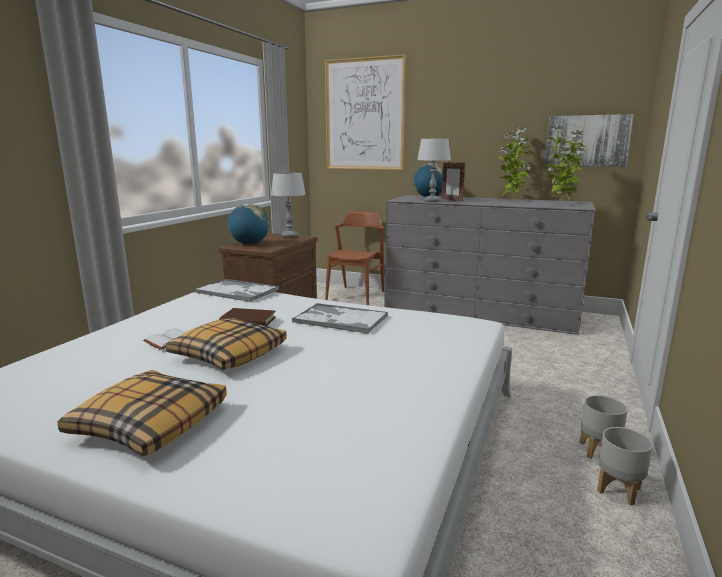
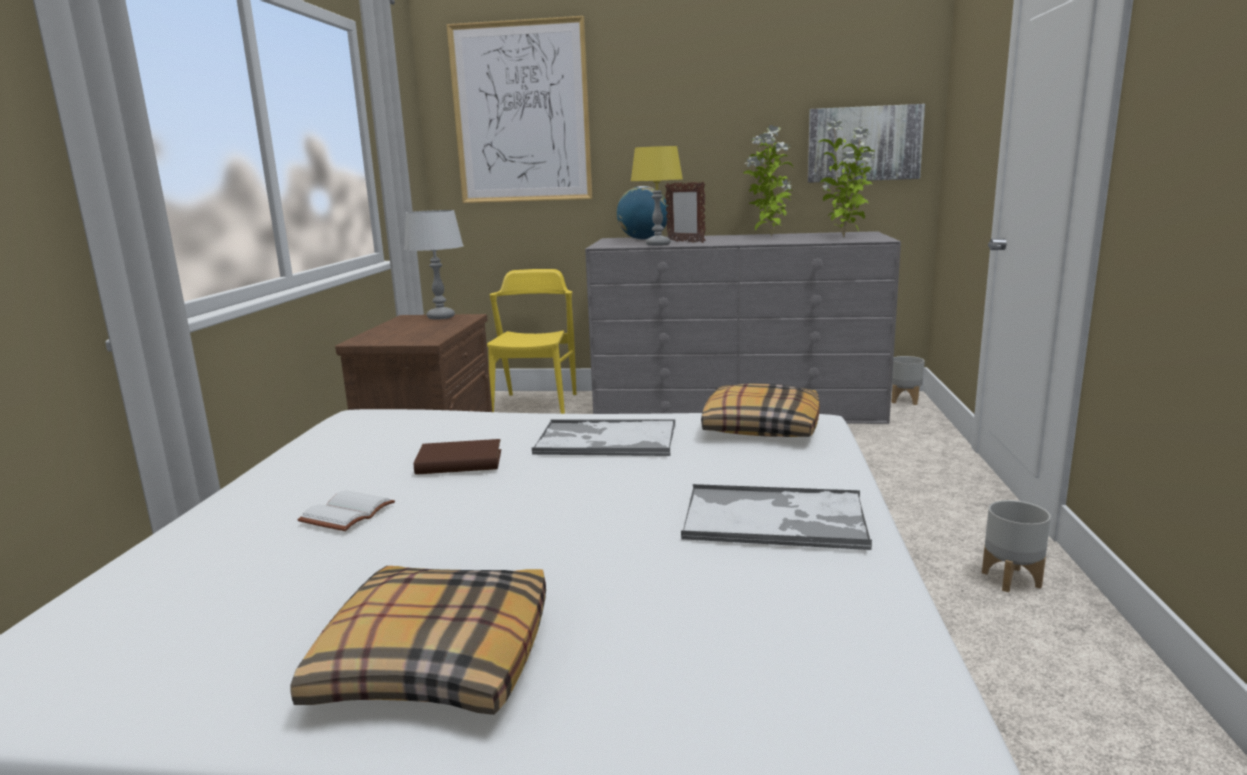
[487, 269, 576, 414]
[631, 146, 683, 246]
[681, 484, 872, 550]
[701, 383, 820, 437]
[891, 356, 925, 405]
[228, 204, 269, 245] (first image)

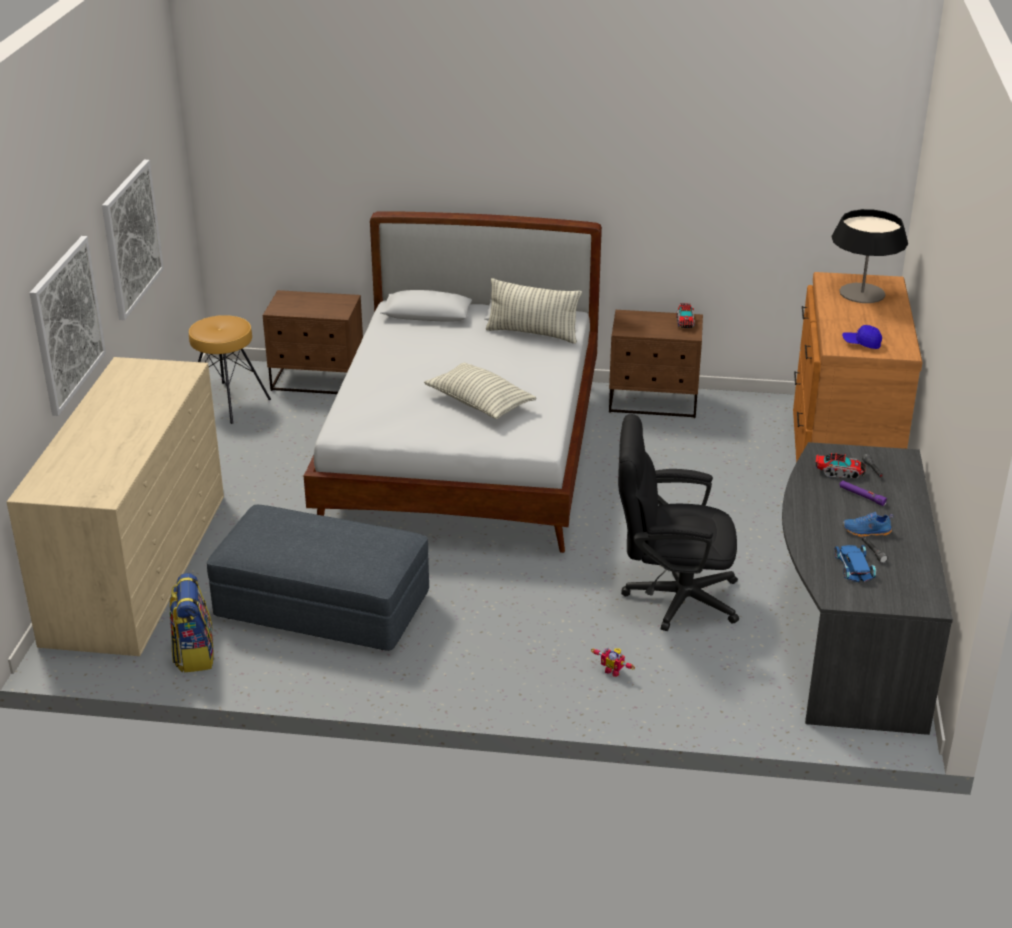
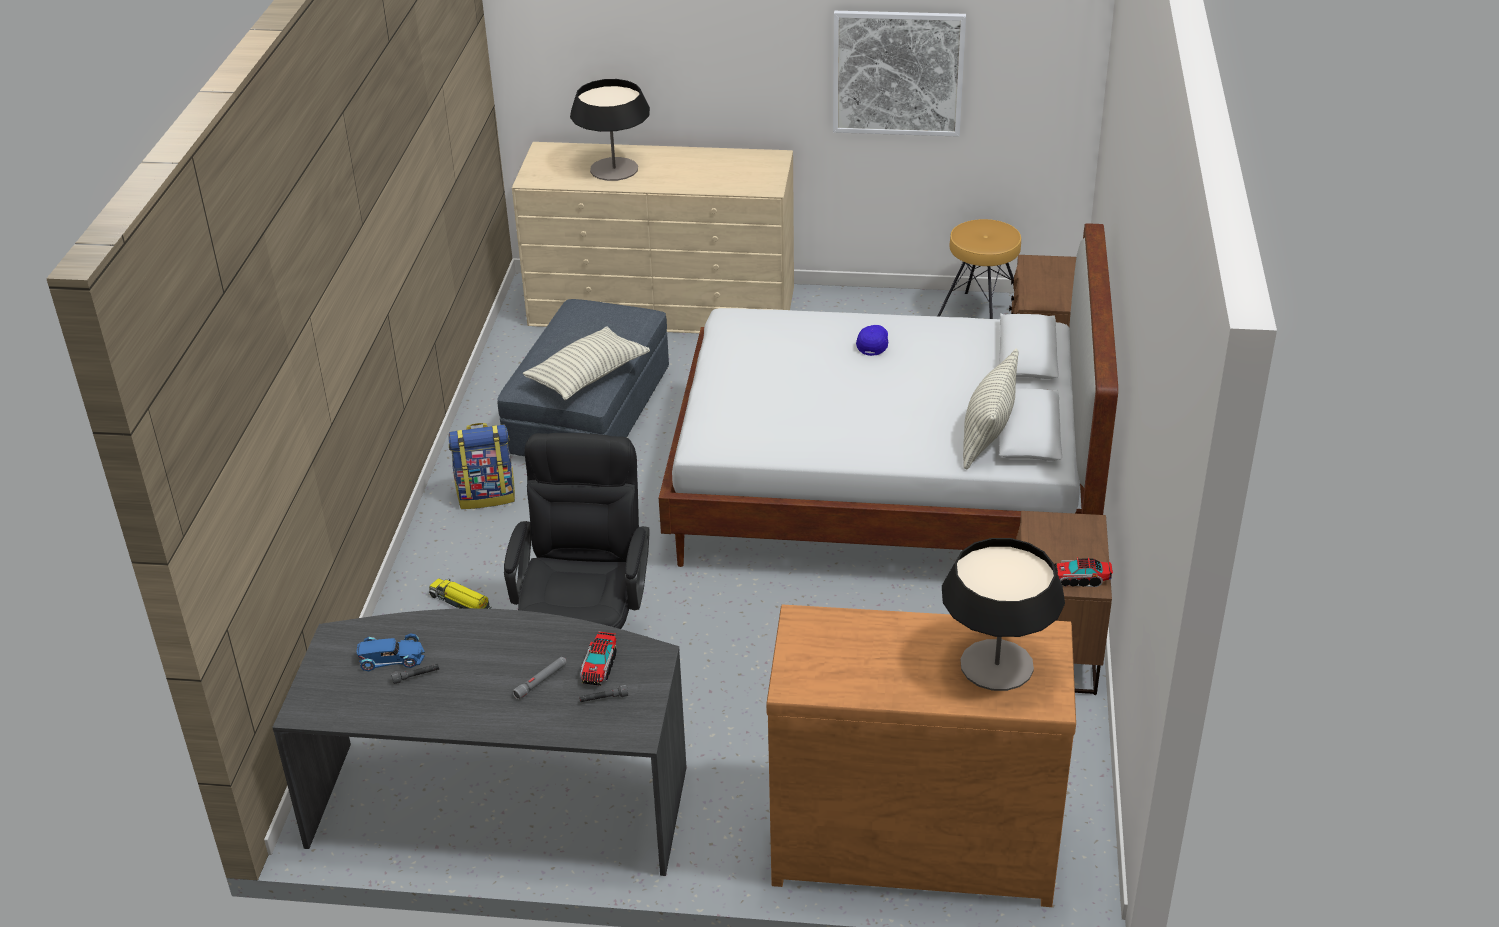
[429, 578, 491, 609]
[448, 423, 515, 509]
[512, 657, 566, 700]
[523, 326, 650, 400]
[570, 79, 650, 181]
[856, 325, 888, 356]
[30, 236, 106, 416] (first image)
[843, 512, 893, 537] (first image)

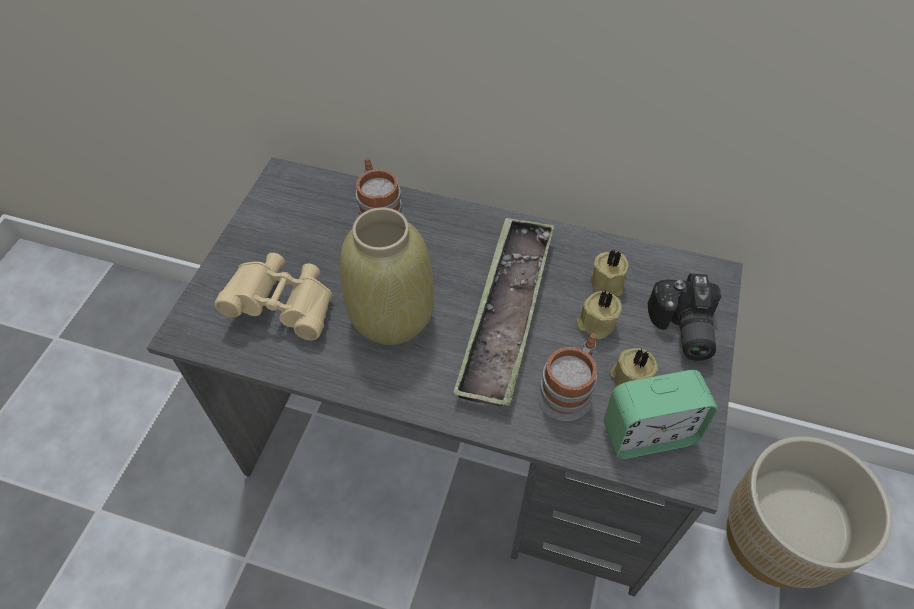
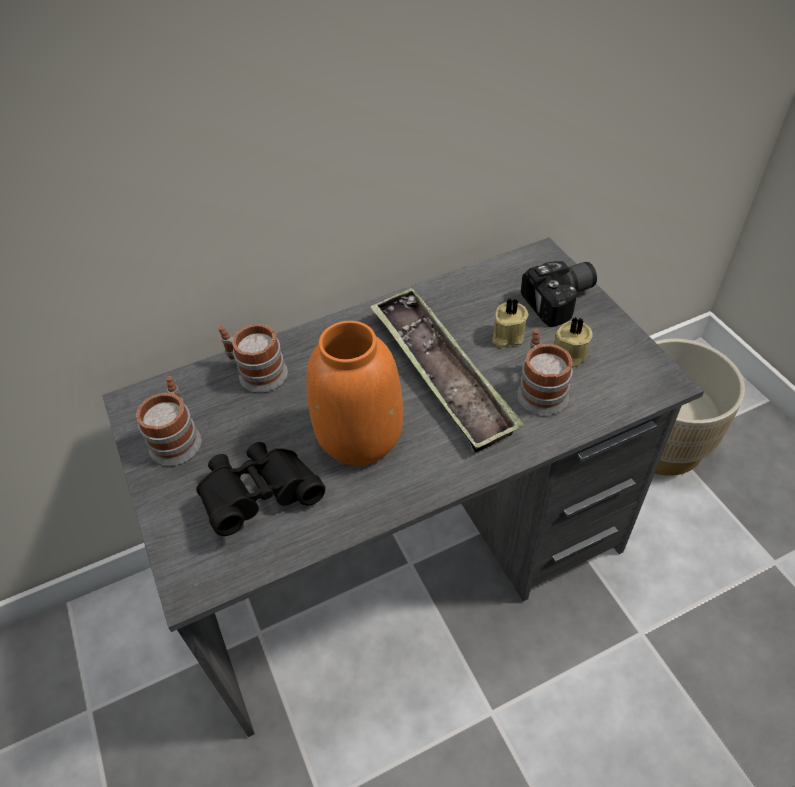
[136, 376, 201, 465]
[196, 442, 325, 536]
[306, 321, 403, 466]
[521, 261, 597, 327]
[591, 250, 629, 296] (first image)
[603, 370, 718, 459] (first image)

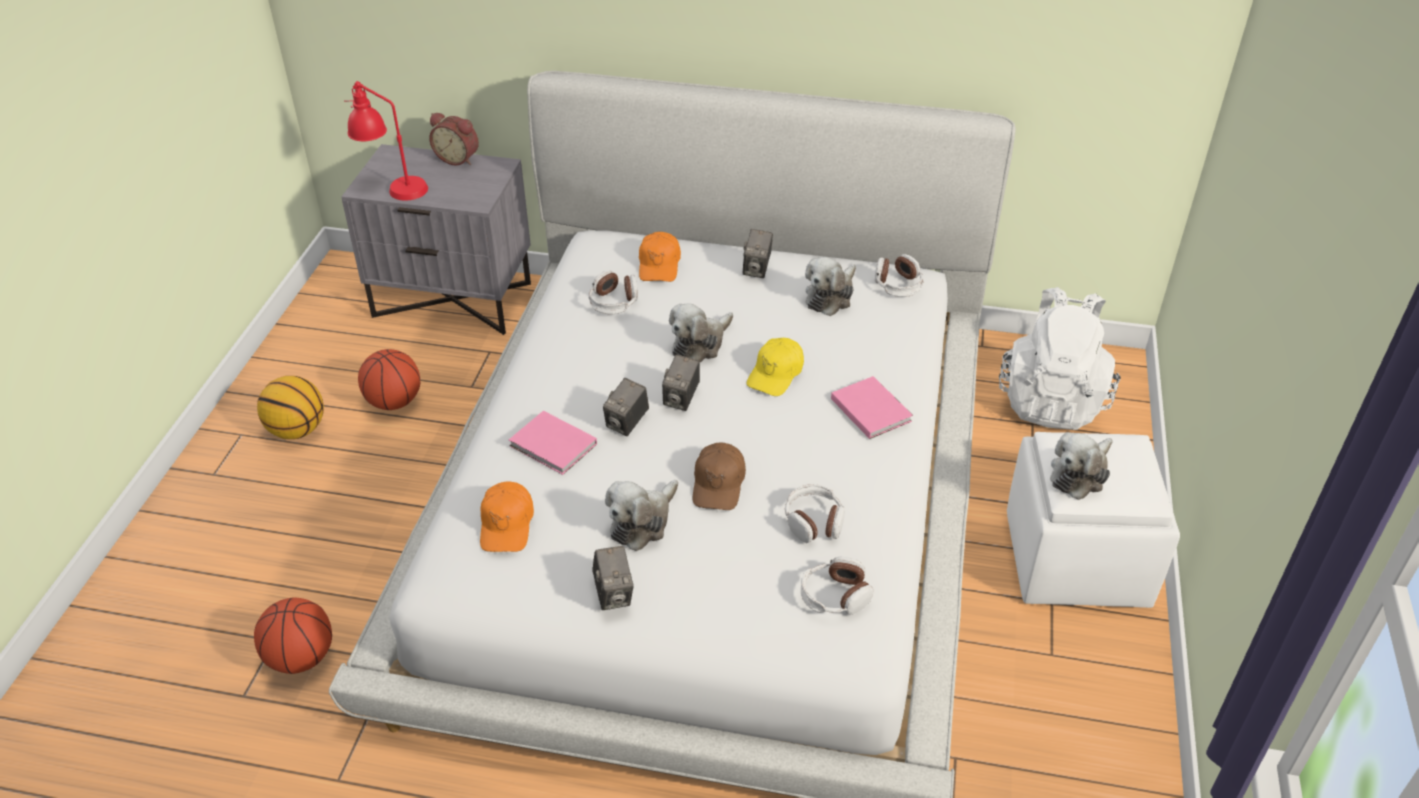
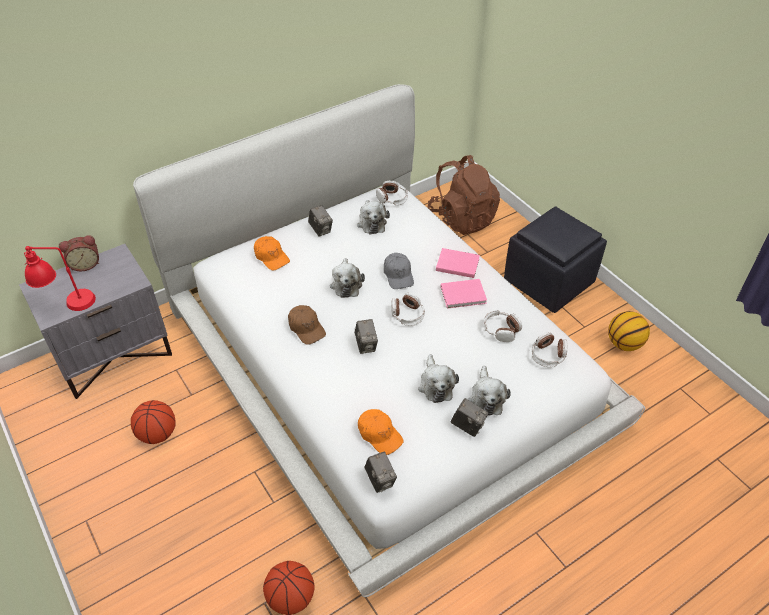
[288, 305, 326, 345]
[365, 452, 397, 493]
[384, 253, 414, 289]
[391, 293, 425, 326]
[427, 155, 500, 235]
[441, 279, 487, 309]
[468, 366, 511, 416]
[504, 206, 607, 313]
[608, 311, 650, 351]

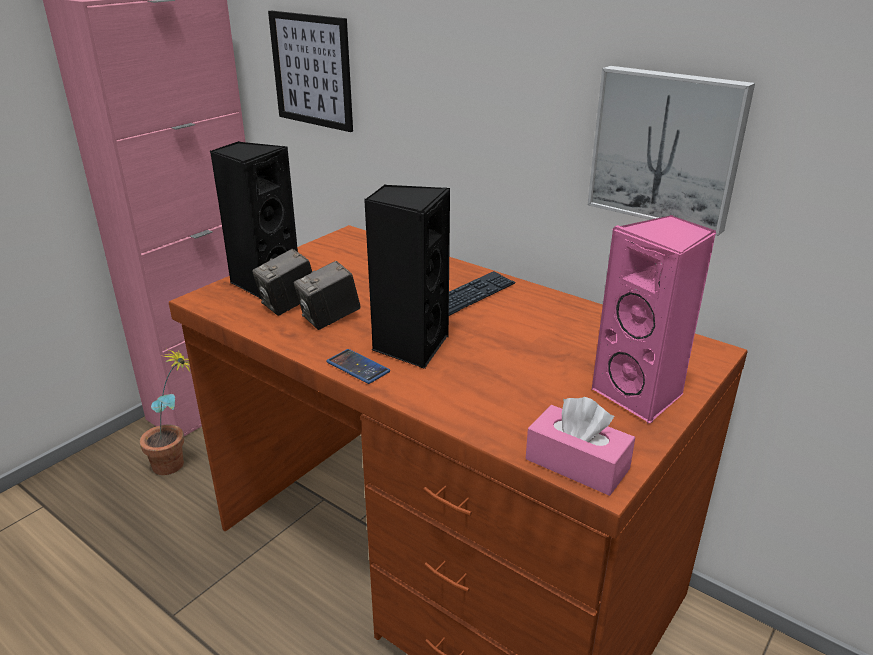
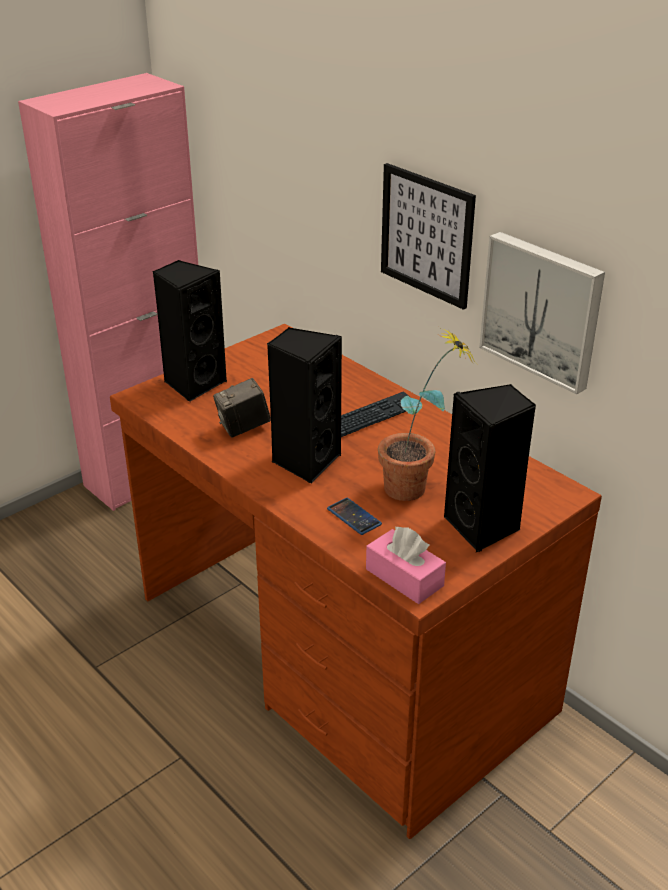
[327, 498, 382, 535]
[378, 326, 477, 501]
[381, 163, 476, 310]
[444, 384, 536, 552]
[252, 249, 312, 316] (first image)

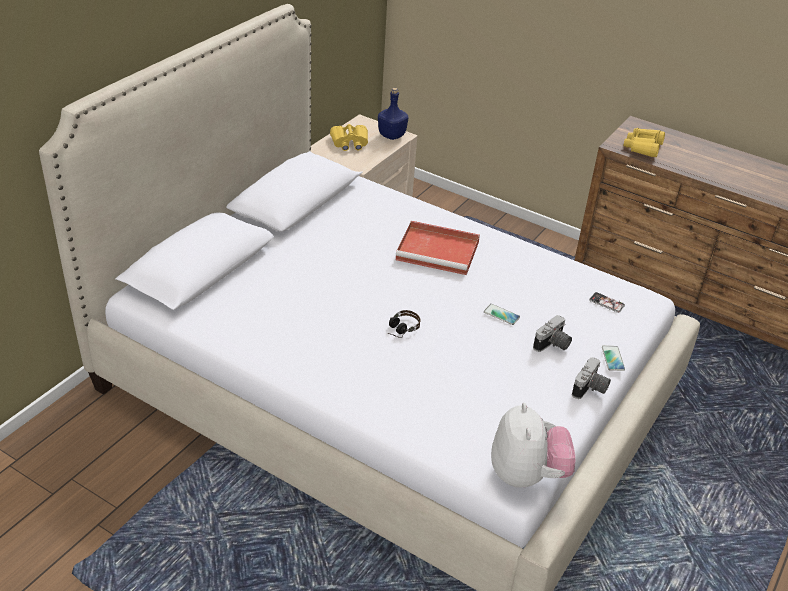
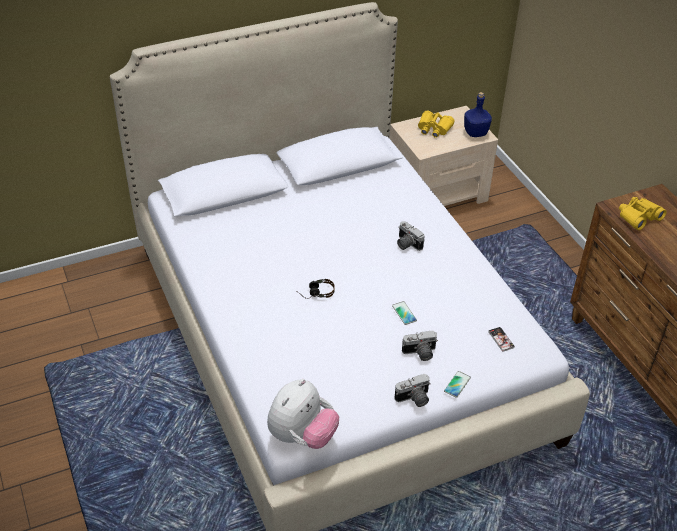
[397, 221, 425, 251]

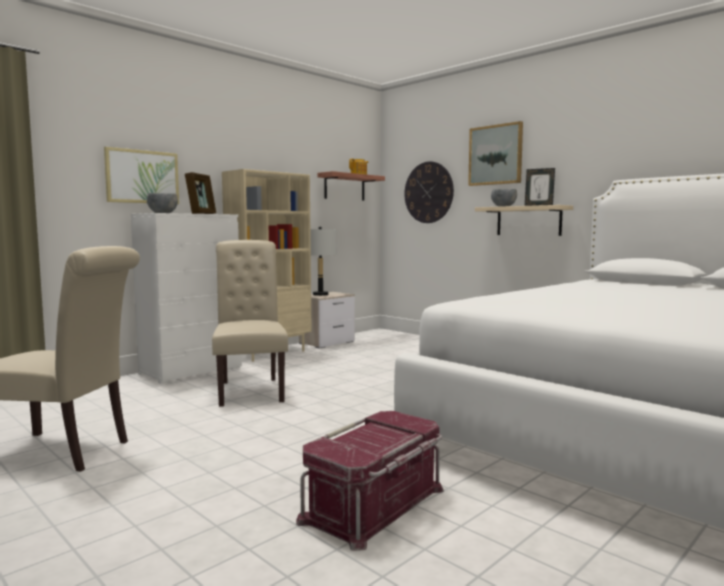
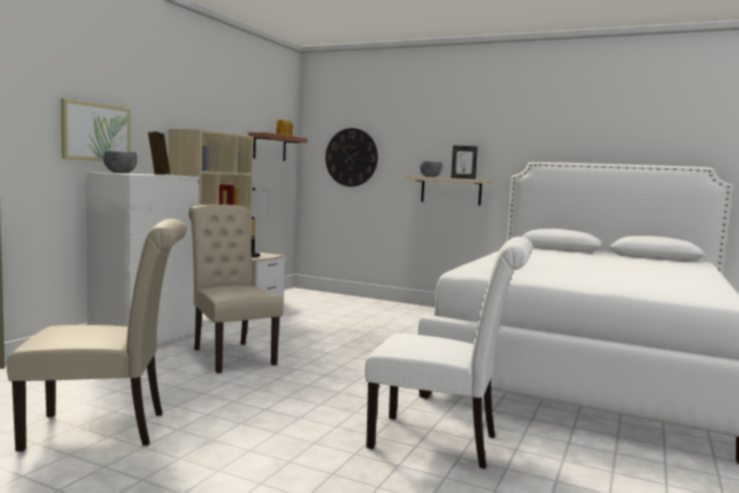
[365, 237, 533, 469]
[468, 121, 523, 186] (first image)

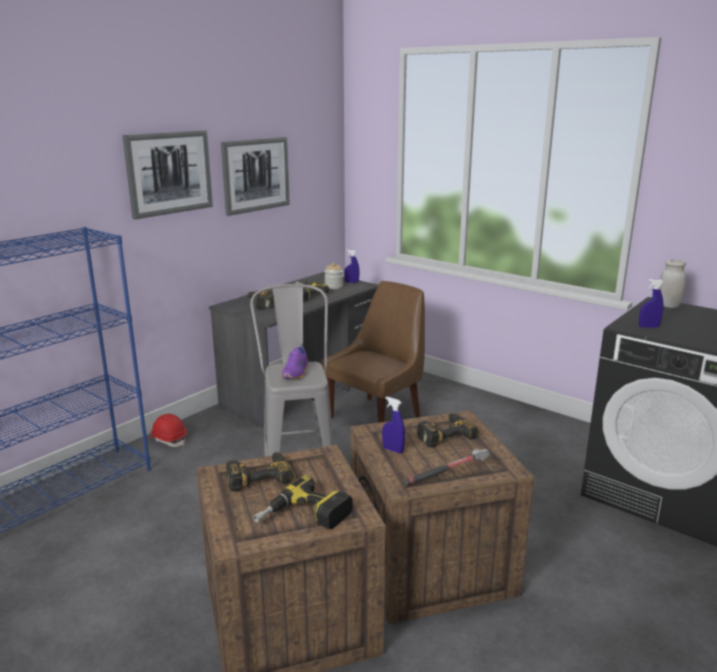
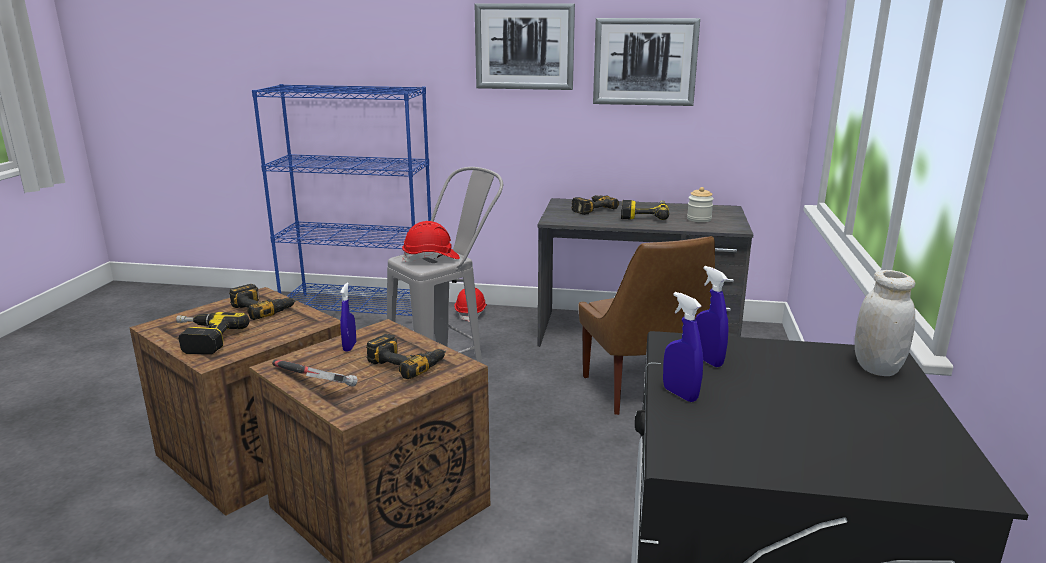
[402, 221, 460, 262]
[578, 236, 715, 415]
[663, 292, 703, 402]

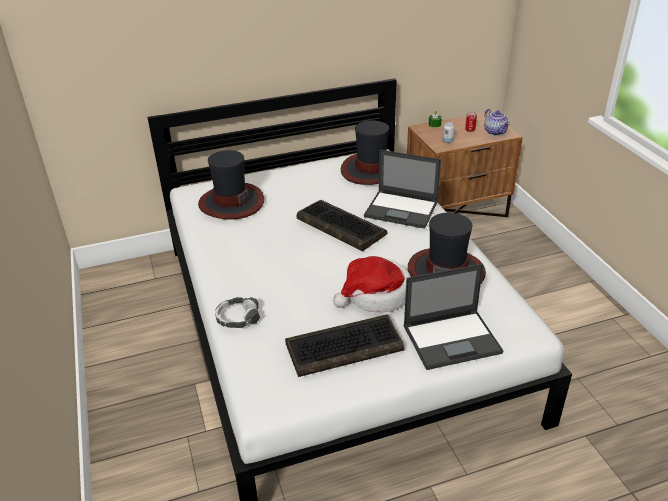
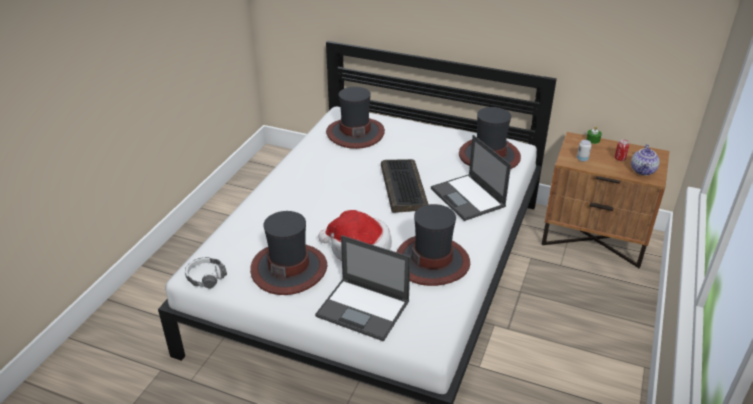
[185, 257, 227, 289]
[250, 211, 327, 295]

